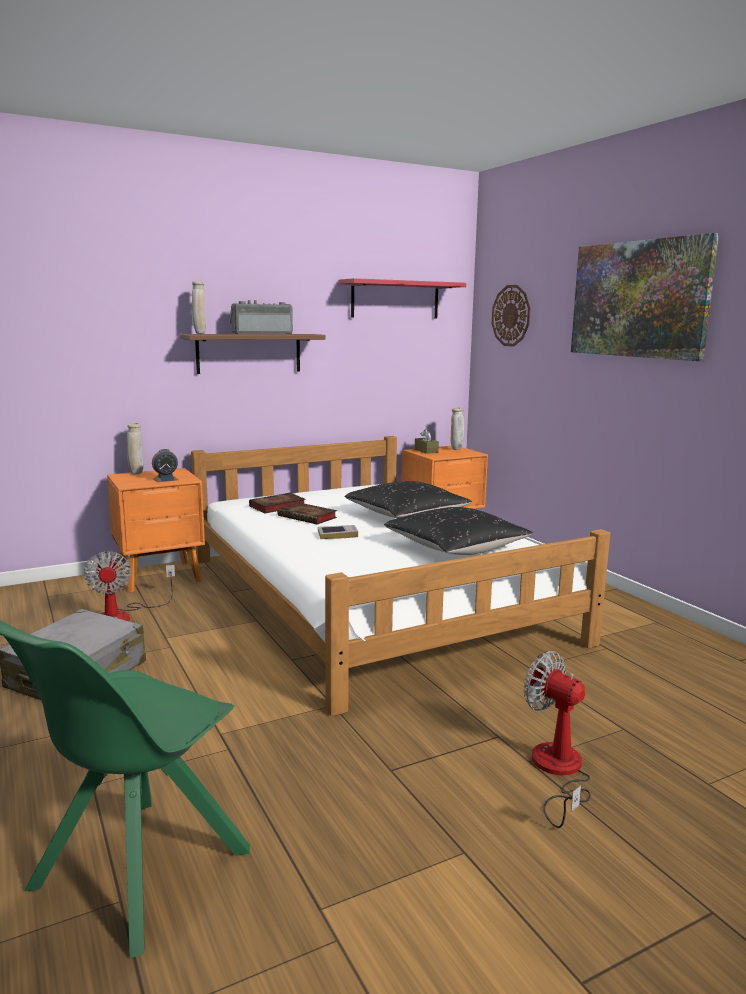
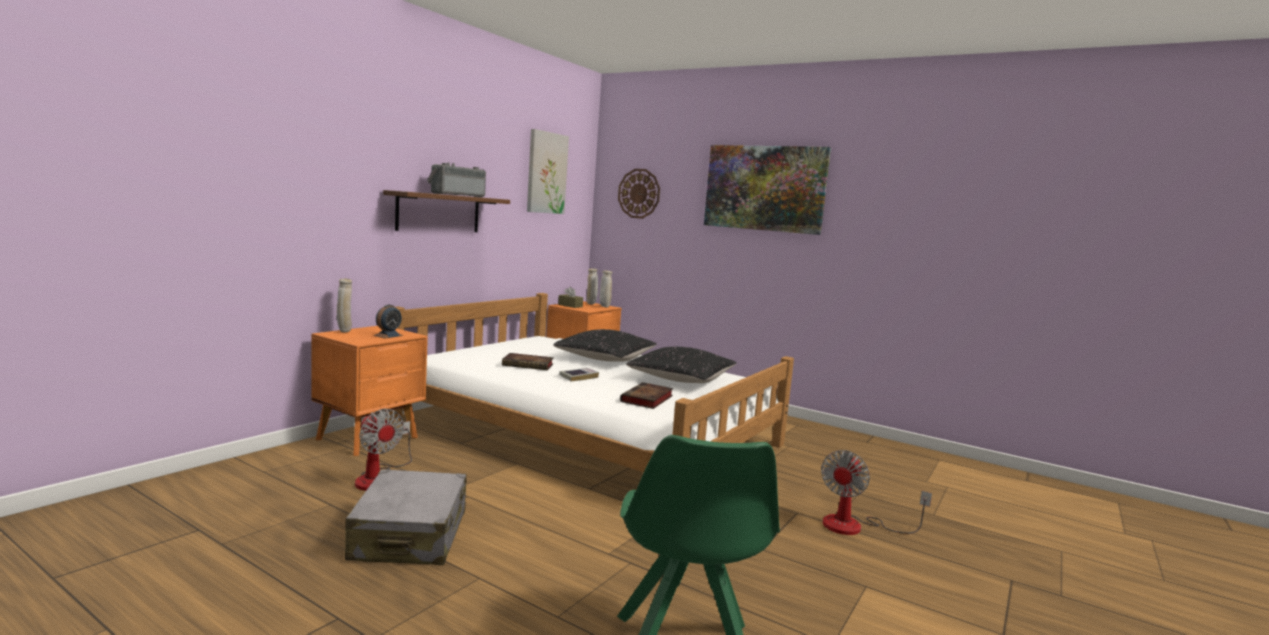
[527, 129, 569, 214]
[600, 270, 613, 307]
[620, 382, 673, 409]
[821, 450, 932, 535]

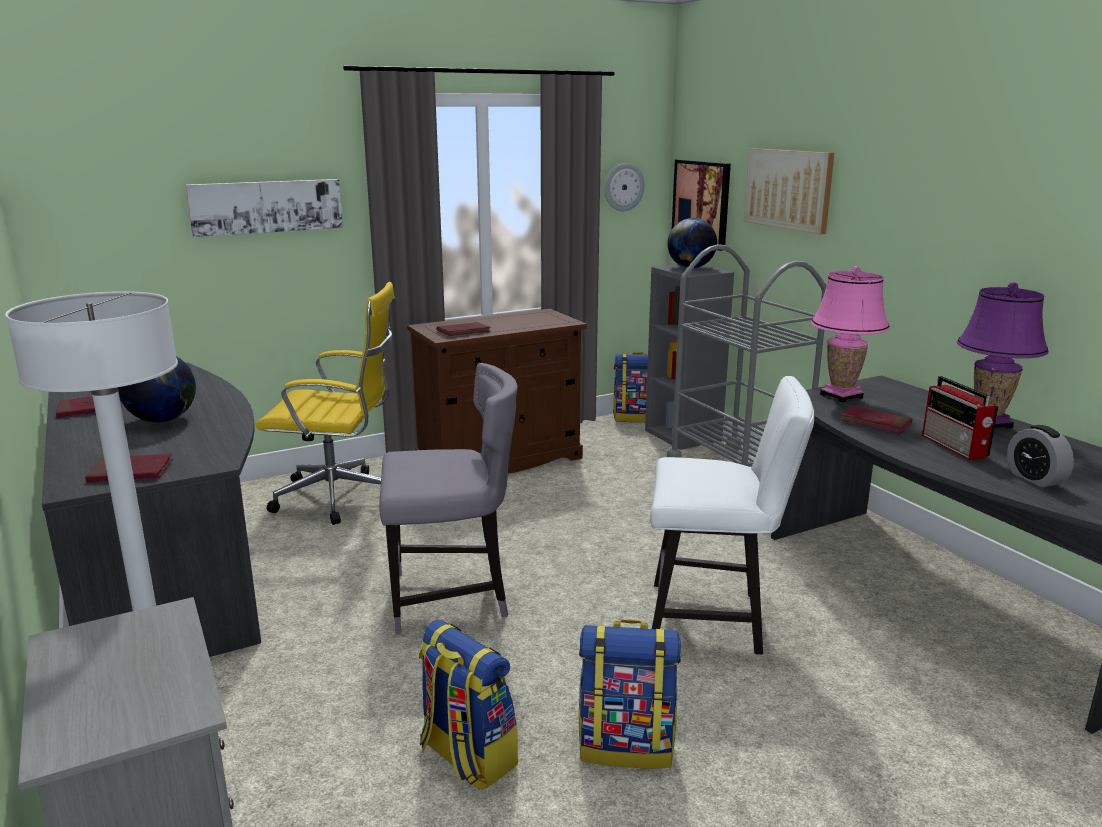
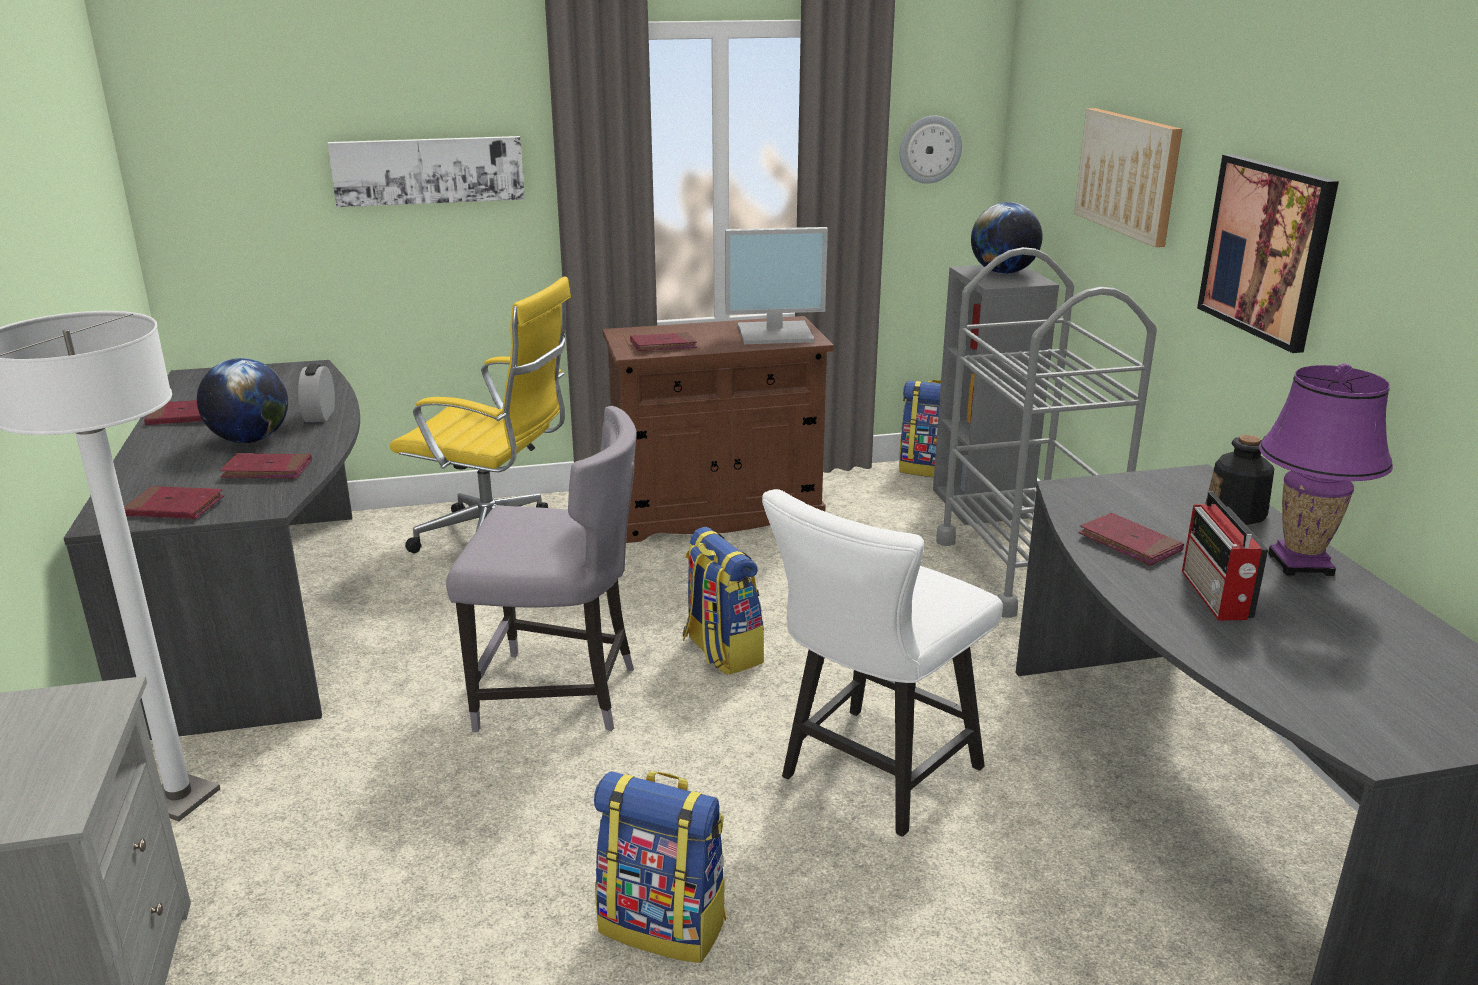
[220, 453, 312, 479]
[298, 364, 335, 422]
[682, 527, 764, 675]
[725, 227, 828, 344]
[762, 489, 1003, 837]
[1197, 154, 1339, 353]
[1205, 435, 1274, 525]
[811, 266, 890, 403] (first image)

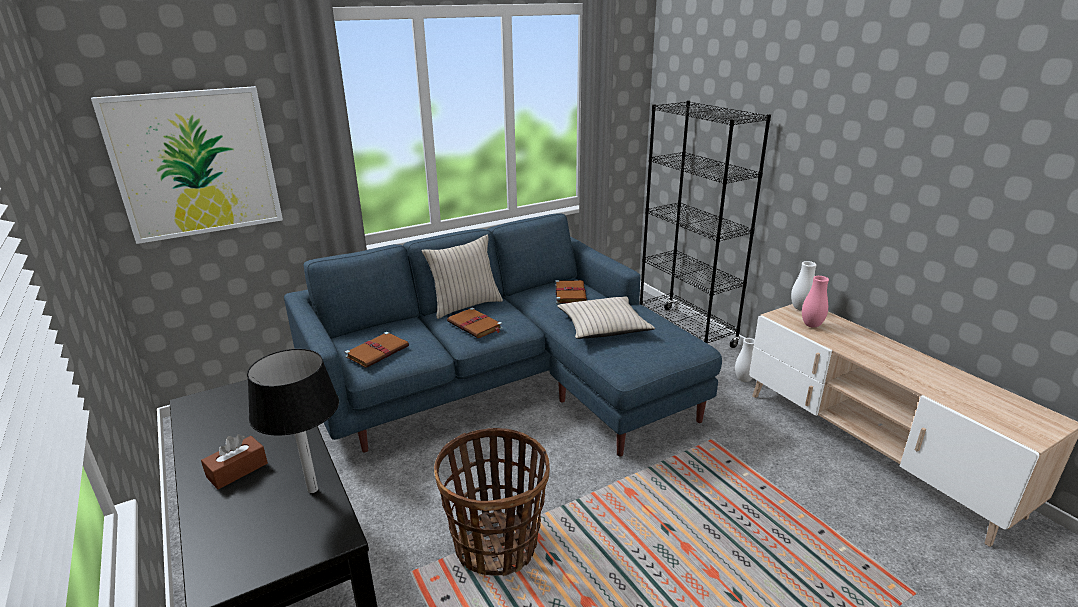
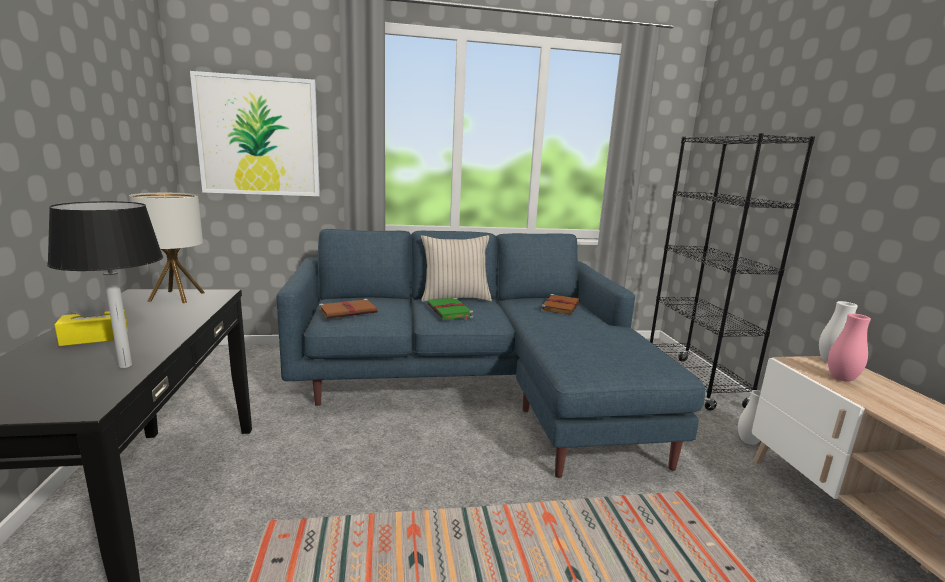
[54, 296, 128, 346]
[129, 193, 205, 303]
[427, 298, 473, 320]
[434, 428, 550, 576] (first image)
[557, 297, 655, 339] (first image)

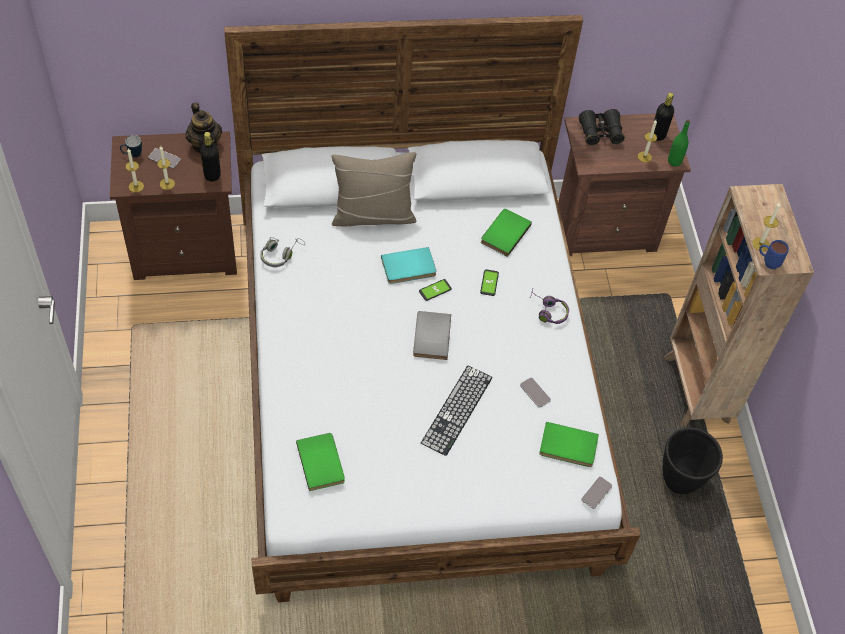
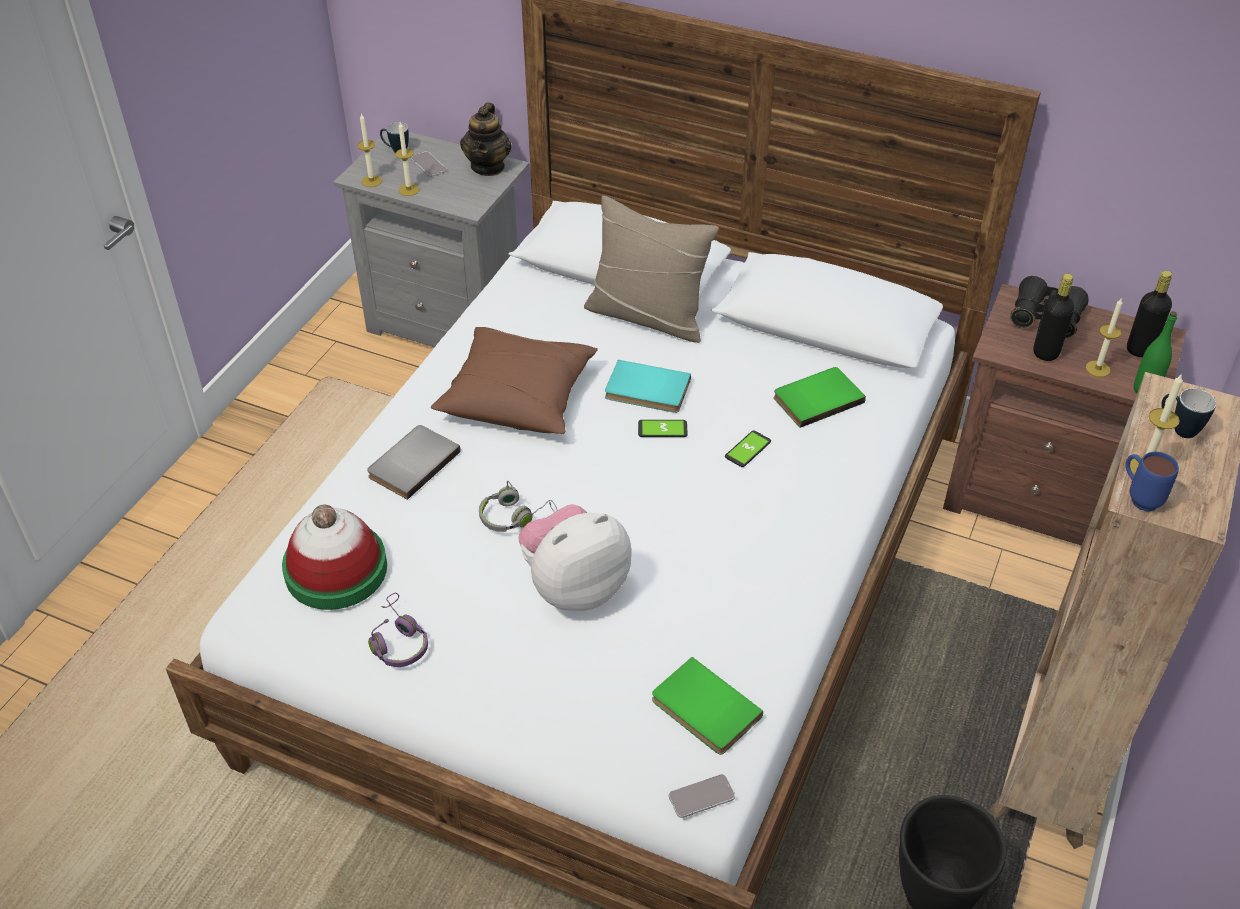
[282, 504, 387, 610]
[333, 131, 530, 347]
[367, 425, 461, 500]
[368, 593, 428, 667]
[431, 327, 598, 434]
[479, 481, 557, 532]
[519, 504, 632, 611]
[1033, 274, 1074, 361]
[1161, 388, 1216, 438]
[520, 377, 551, 408] (first image)

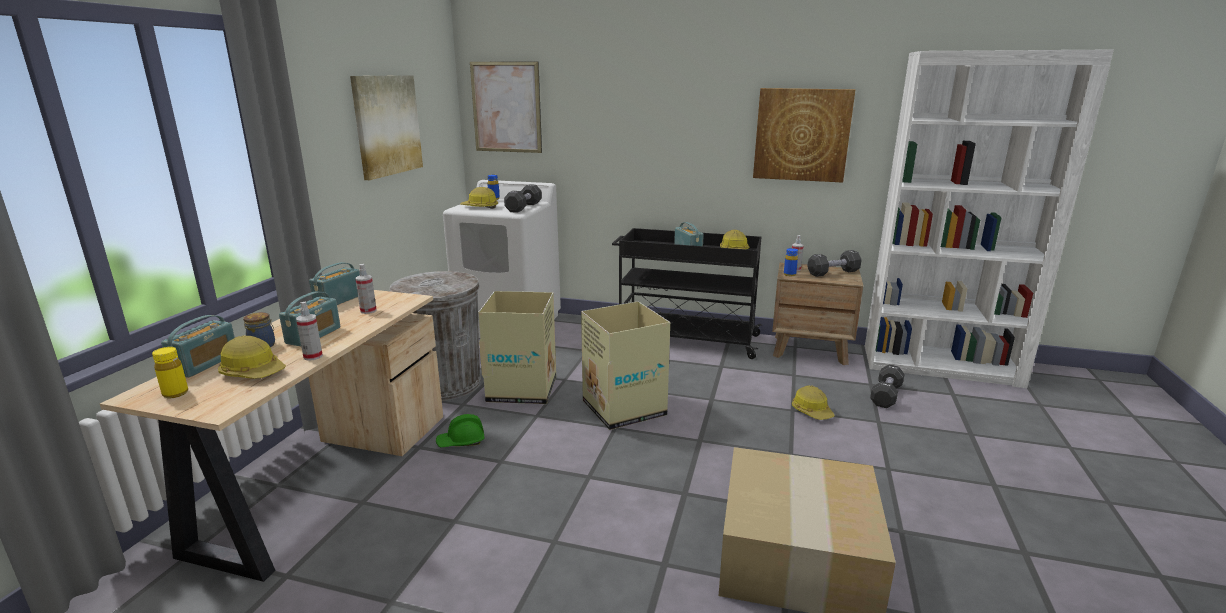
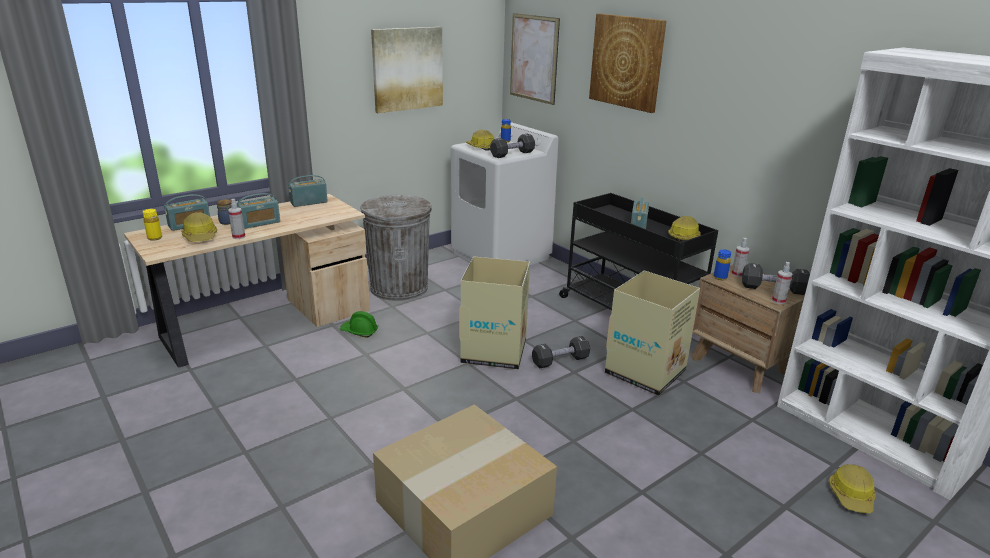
[532, 336, 590, 368]
[589, 13, 667, 113]
[605, 271, 700, 396]
[772, 262, 793, 304]
[829, 464, 876, 513]

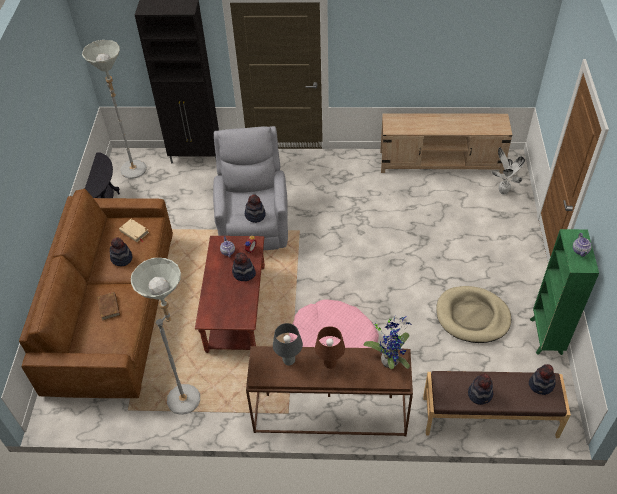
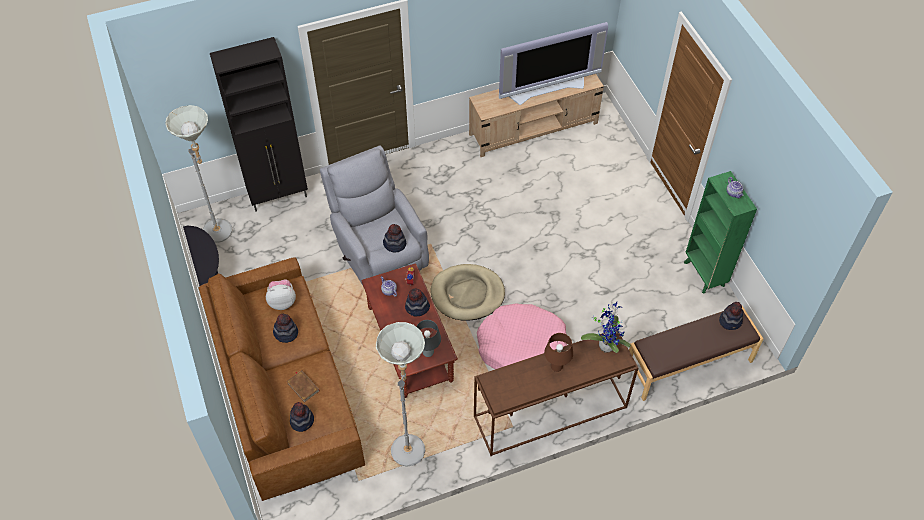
[266, 279, 296, 310]
[290, 402, 314, 432]
[416, 320, 441, 357]
[431, 264, 505, 320]
[499, 22, 608, 105]
[492, 147, 525, 195] (first image)

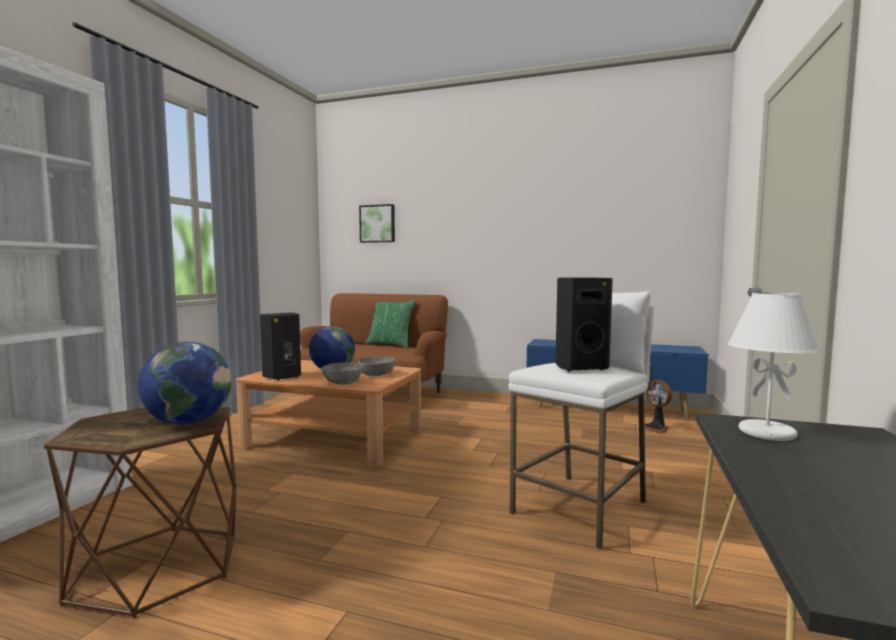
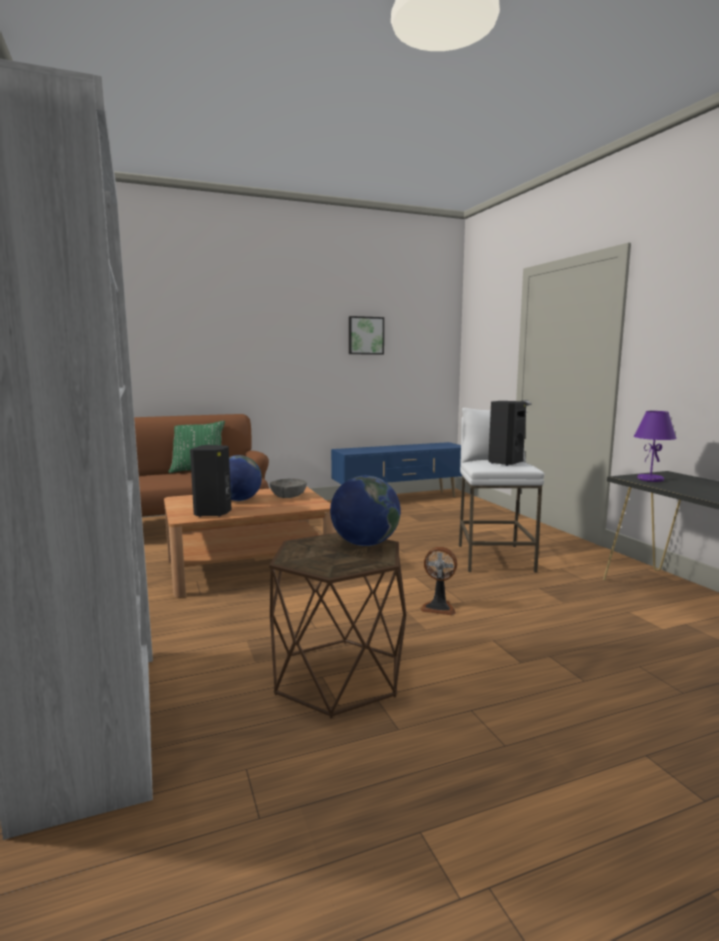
[349, 316, 384, 354]
[420, 547, 457, 615]
[634, 411, 677, 482]
[321, 363, 363, 385] (first image)

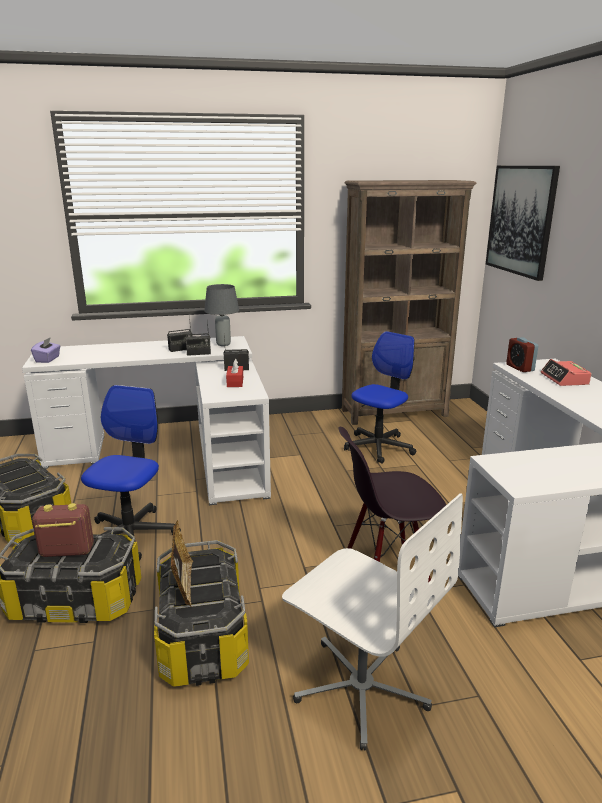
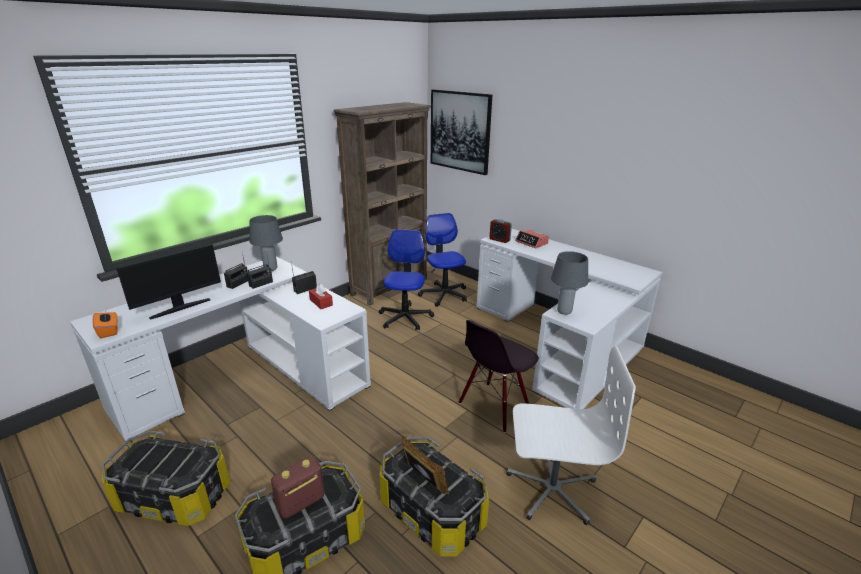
[93, 312, 117, 338]
[116, 244, 221, 320]
[418, 213, 467, 307]
[551, 251, 588, 315]

